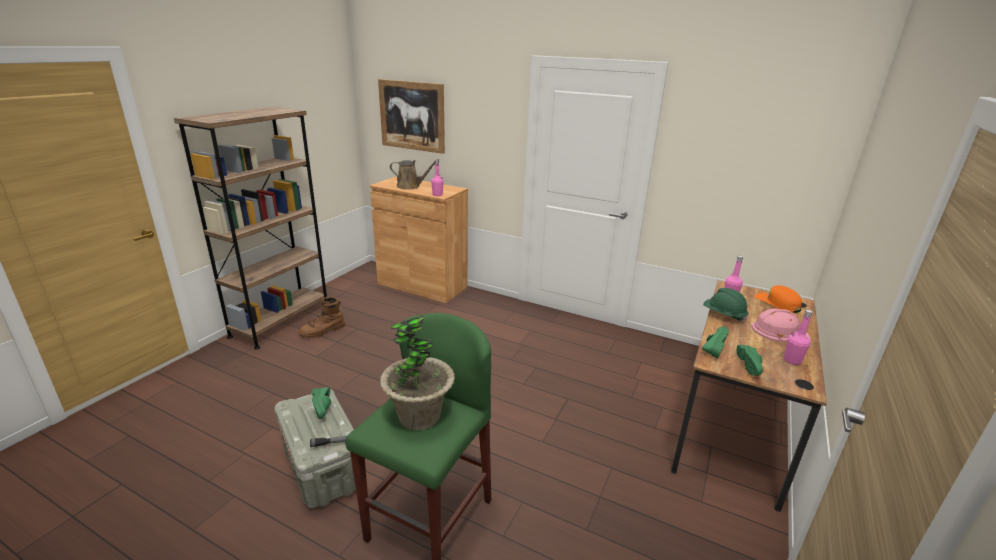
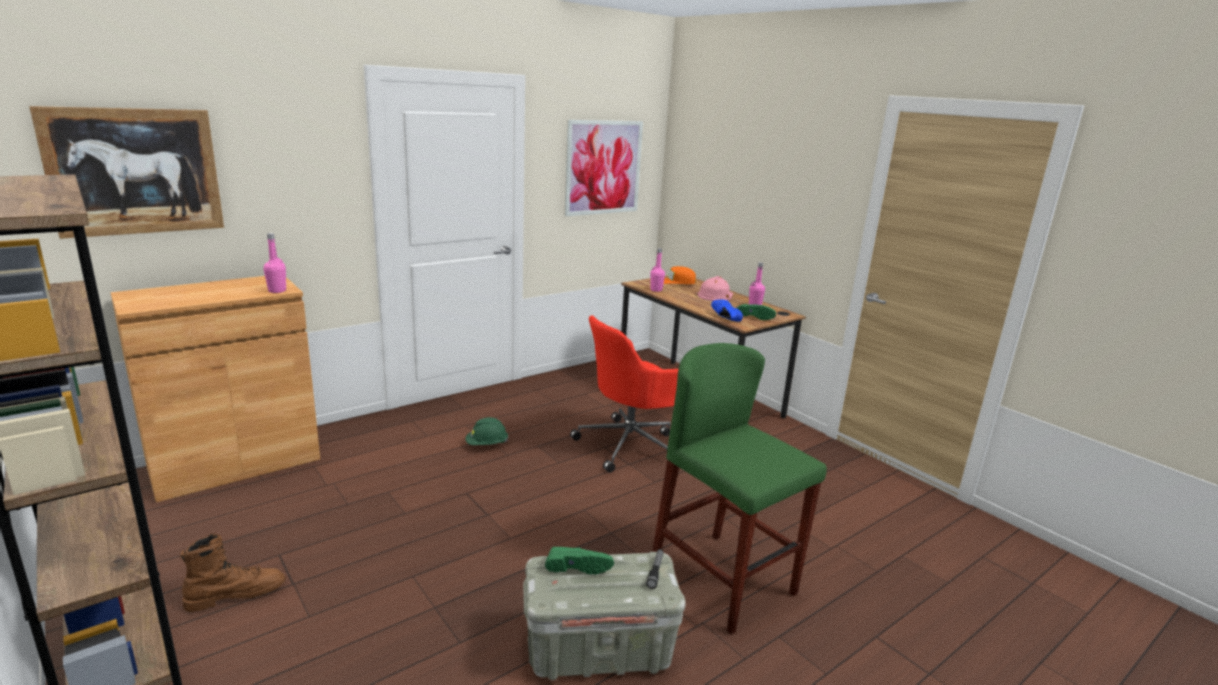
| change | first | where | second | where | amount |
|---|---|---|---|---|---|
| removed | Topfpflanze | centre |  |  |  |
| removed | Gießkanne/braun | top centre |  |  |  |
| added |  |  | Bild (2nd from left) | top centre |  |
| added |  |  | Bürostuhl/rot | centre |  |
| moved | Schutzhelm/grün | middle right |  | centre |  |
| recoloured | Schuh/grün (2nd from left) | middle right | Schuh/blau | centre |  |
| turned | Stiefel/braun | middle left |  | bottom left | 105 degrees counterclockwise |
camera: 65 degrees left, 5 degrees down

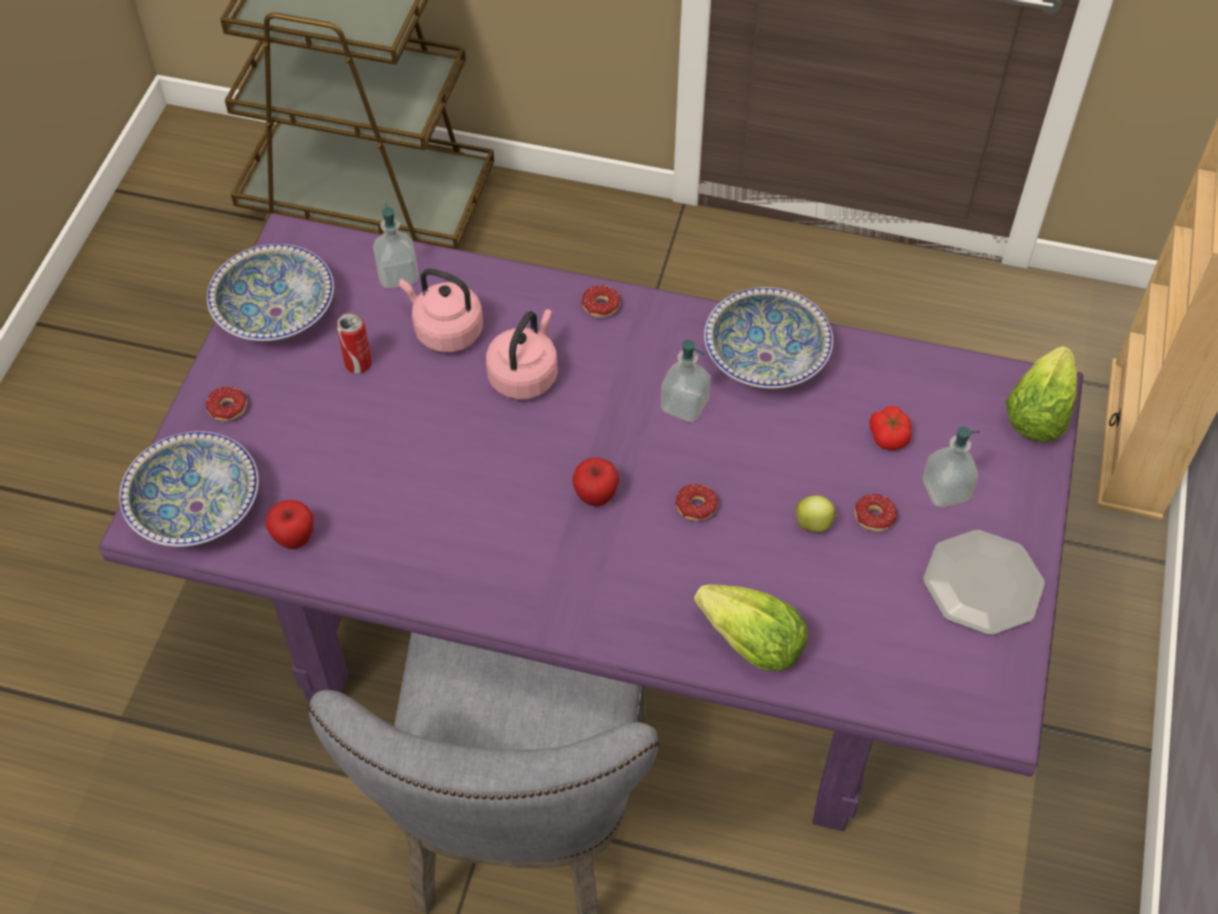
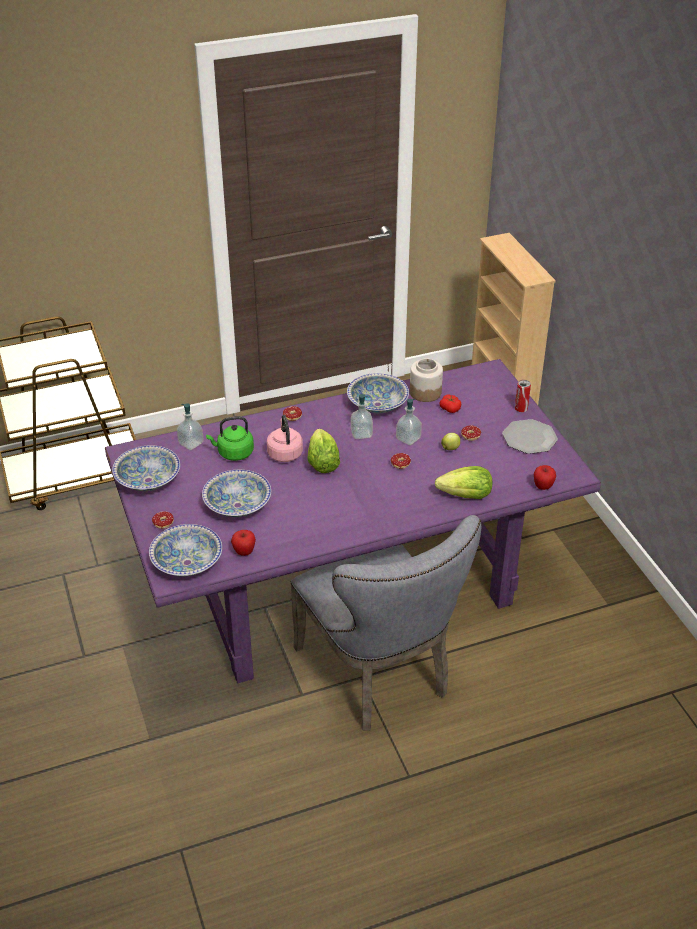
| change | first | where | second | where | amount |
|---|---|---|---|---|---|
| added |  |  | Schüssel (3rd from left) | centre |  |
| added |  |  | Vorratsglas | centre |  |
| moved | Dose | middle left |  | middle right |  |
| moved | Apfel (2nd from left in the first image) | centre | Apfel (3rd from left) | middle right |  |
| moved | Seifenspender (3rd from left) | middle right |  | centre |  |
| moved | Salatkopf (2nd from left in the first image) | middle right | Salatkopf (1st from left) | centre |  |
| recoloured | Wasserkessel/rosa (1st from left) | centre | Wasserkessel/grün | middle left |  |
camera: 35 degrees left, 15 degrees down

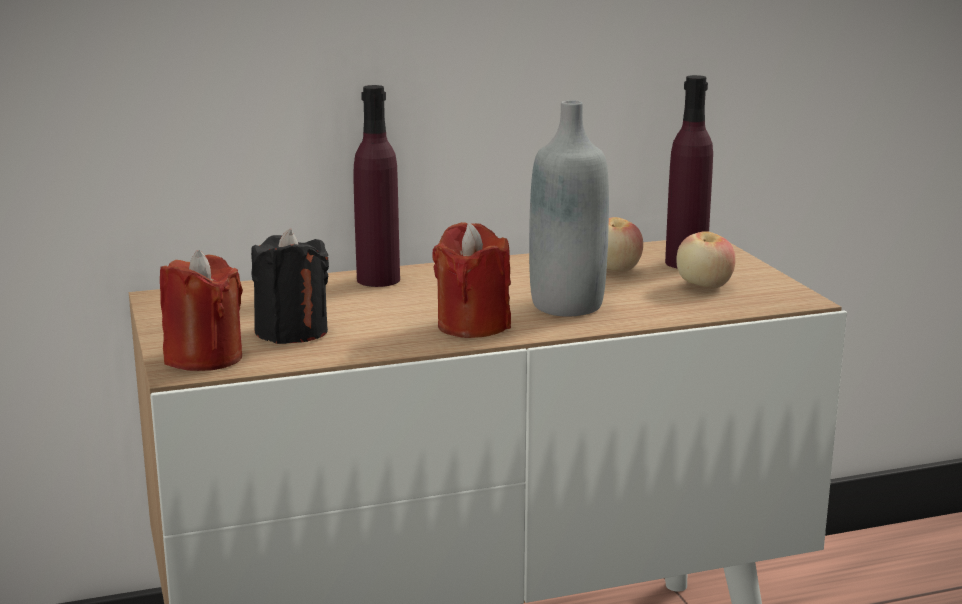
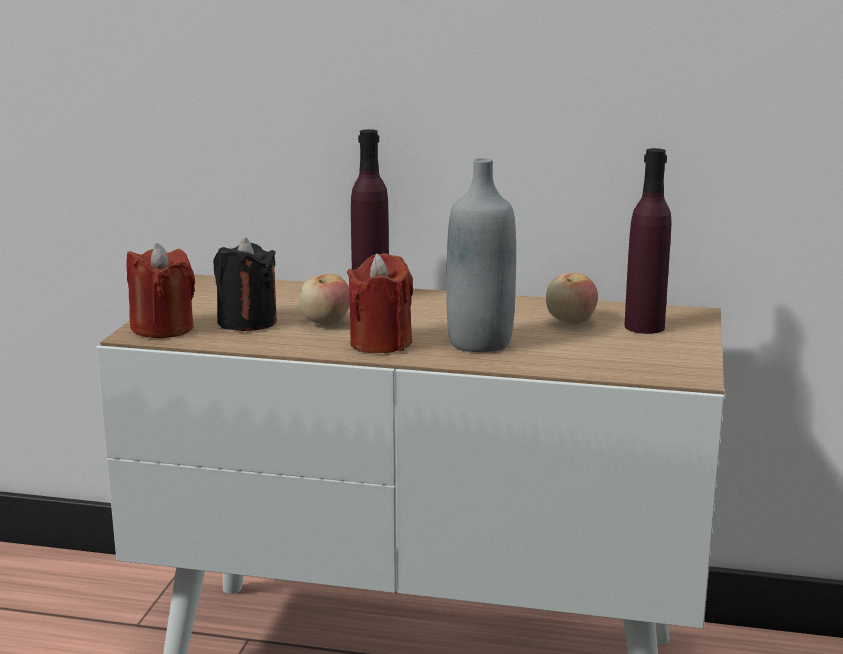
| change | first | where | second | where | amount |
|---|---|---|---|---|---|
| moved | Apfel (2nd from left in the first image) | middle right | Apfel (1st from left) | centre |  |
camera: 30 degrees right, 0 degrees up

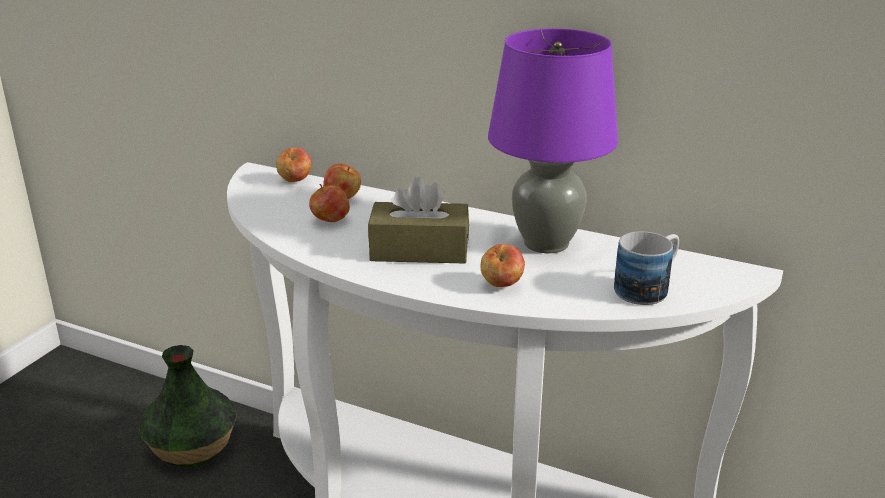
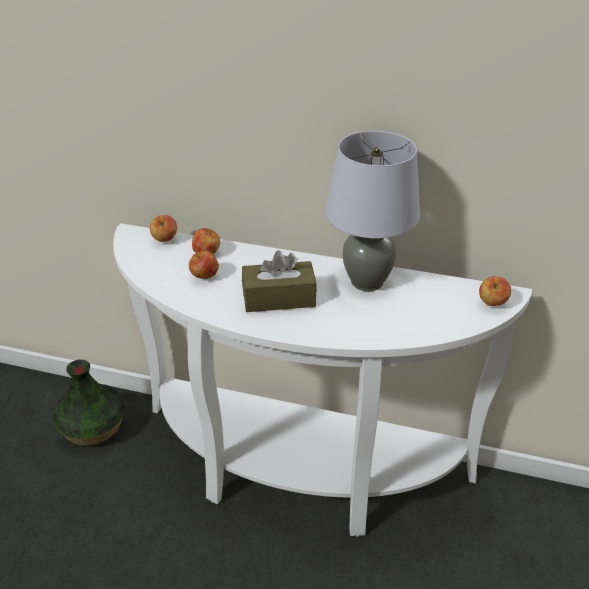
| change | first | where | second | where | amount |
|---|---|---|---|---|---|
| removed | Henkelbecher | middle right |  |  |  |
| moved | Apfel (4th from left) | centre |  | middle right |  |
| recoloured | Tischlampe/lila | top centre | Tischlampe/grau | centre |  |
camera: 10 degrees left, 10 degrees up

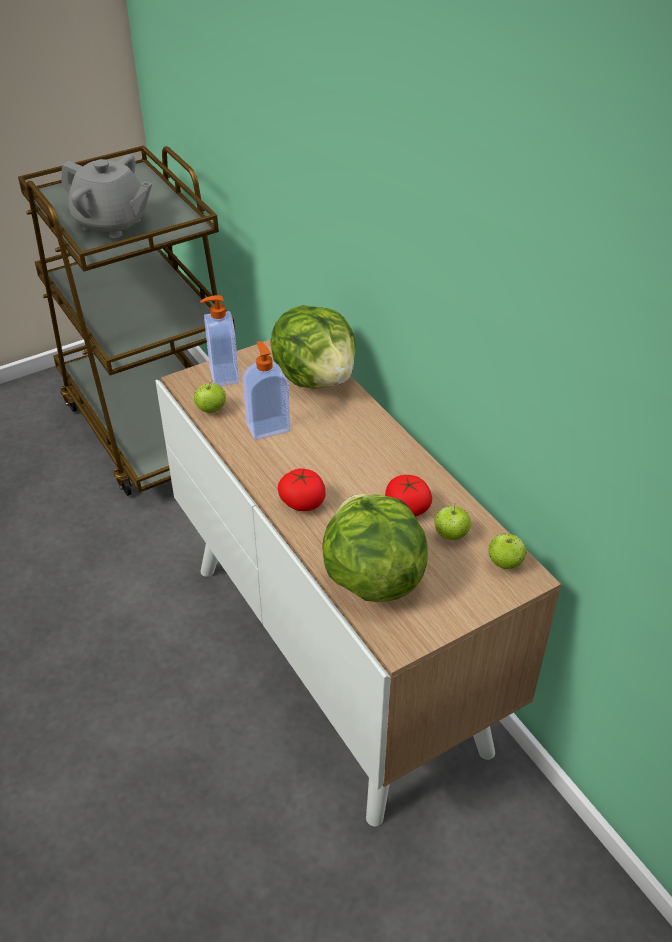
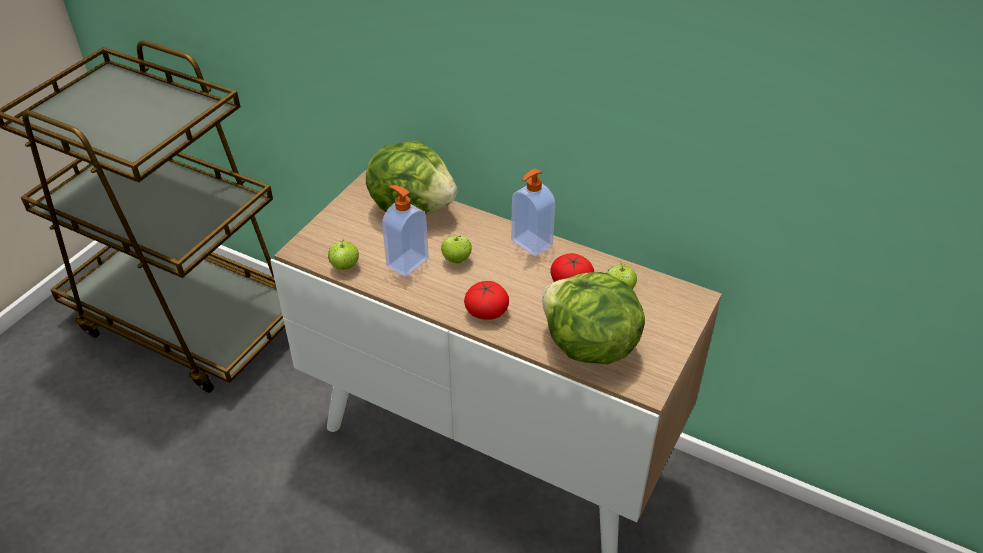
| change | first | where | second | where | amount |
|---|---|---|---|---|---|
| removed | Teekanne/grau | top left |  |  |  |
| moved | Seifenspender (1st from left in the first image) | middle left | Seifenspender (2nd from left) | centre |  |
| moved | Apfel (3rd from left in the first image) | middle right | Apfel (2nd from left) | centre |  |
camera: 30 degrees left, 0 degrees up

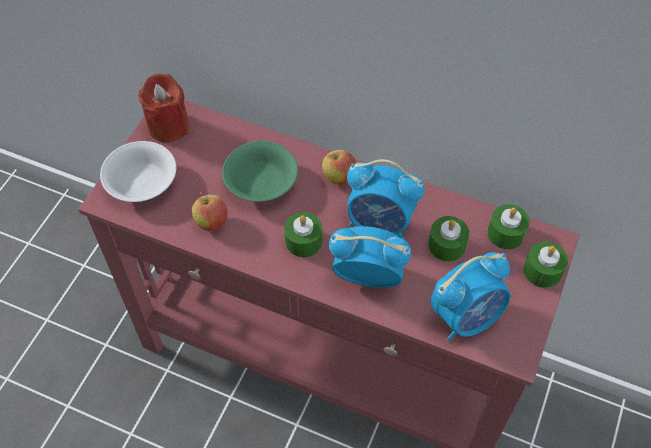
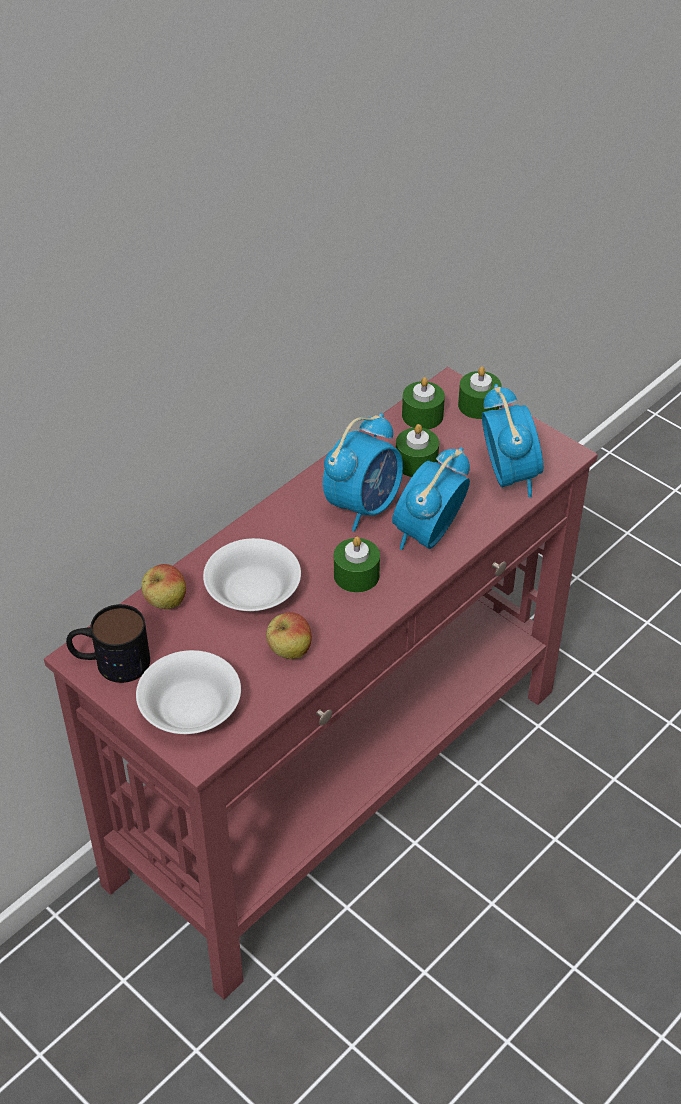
| change | first | where | second | where | amount |
|---|---|---|---|---|---|
| moved | Apfel (2nd from left in the first image) | centre | Apfel (1st from left) | middle left |  |
| replaced | Kerze/rot | top left | Henkelbecher | middle left |  |
| recoloured | Schüssel/grün | centre | Schüssel/weiß (2nd from left) | centre |  |
camera: 70 degrees left, 10 degrees down

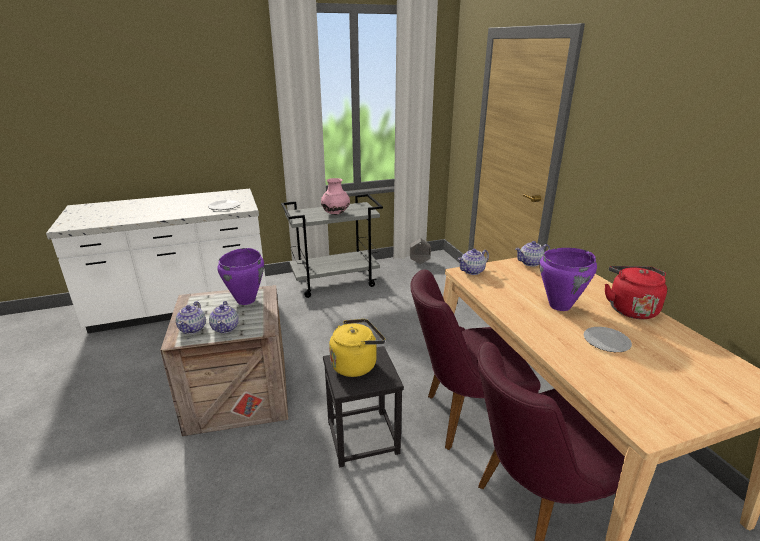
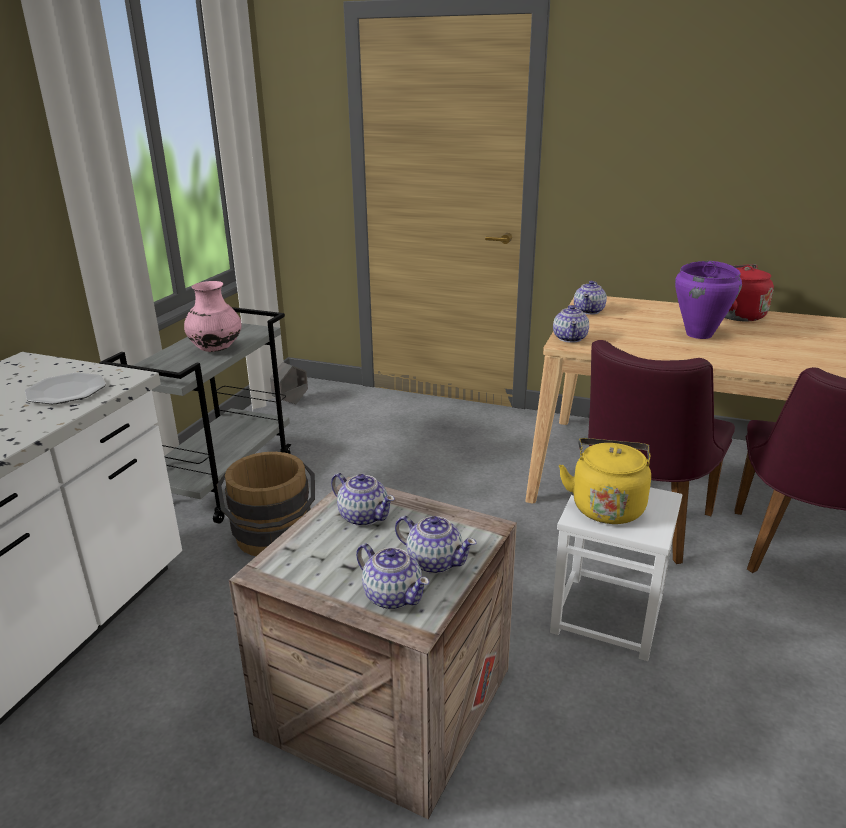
| change | first | where | second | where | amount |
|---|---|---|---|---|---|
| removed | Teller (2nd from left) | middle right |  |  |  |
| added |  |  | Eimer/braun | middle left |  |
| replaced | Kochtopf/lila (1st from left) | middle left | Teekanne (1st from left) | centre |  |
| recoloured | Hocker/schwarz | bottom centre | Hocker/weiß | bottom right |  |
camera: 50 degrees left, 0 degrees up

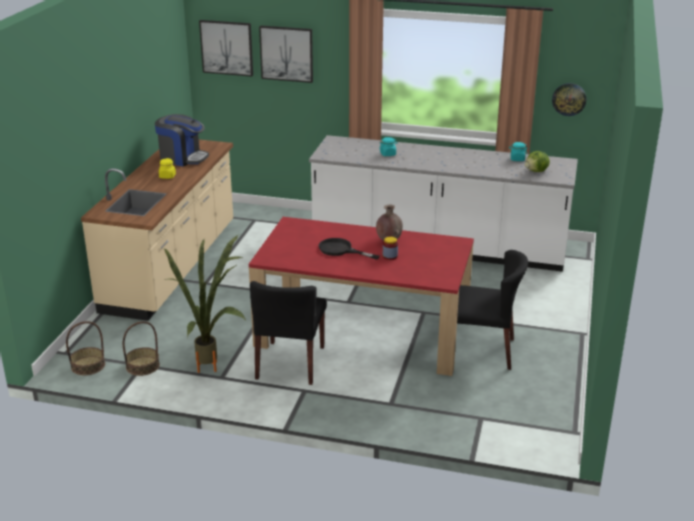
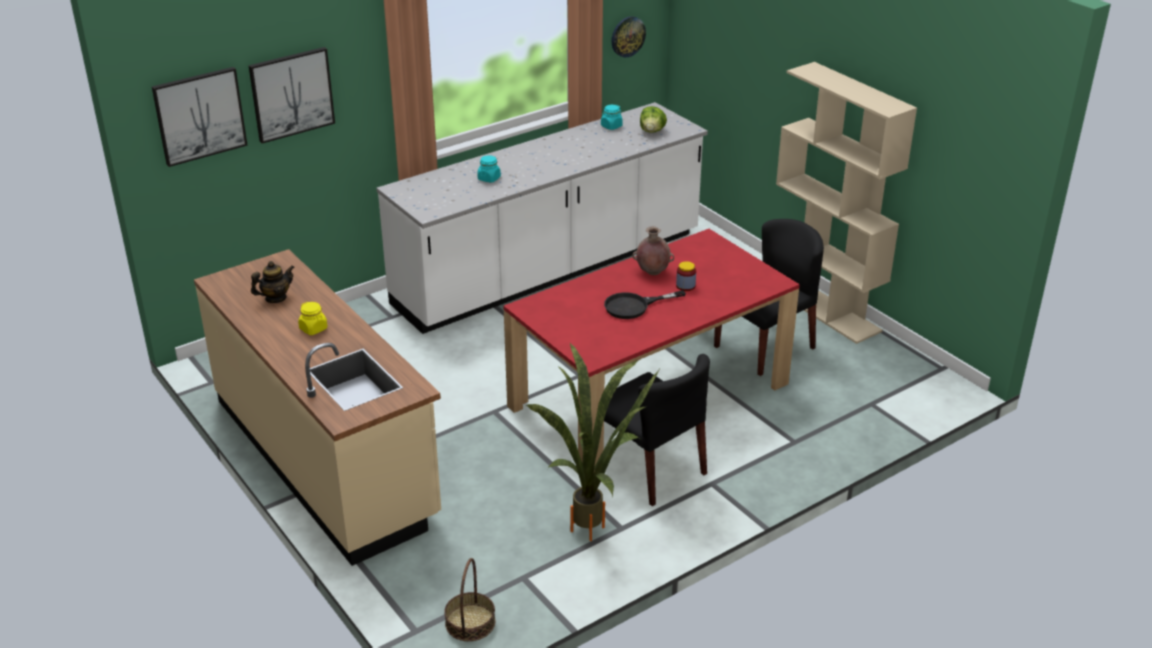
| change | first | where | second | where | amount |
|---|---|---|---|---|---|
| removed | Korb (2nd from left) | bottom left |  |  |  |
| added |  |  | Bücherregal/beige | top right |  |
| replaced | Kaffeemaschine | top left | Teekanne | middle left |  |
camera: 50 degrees left, 5 degrees up

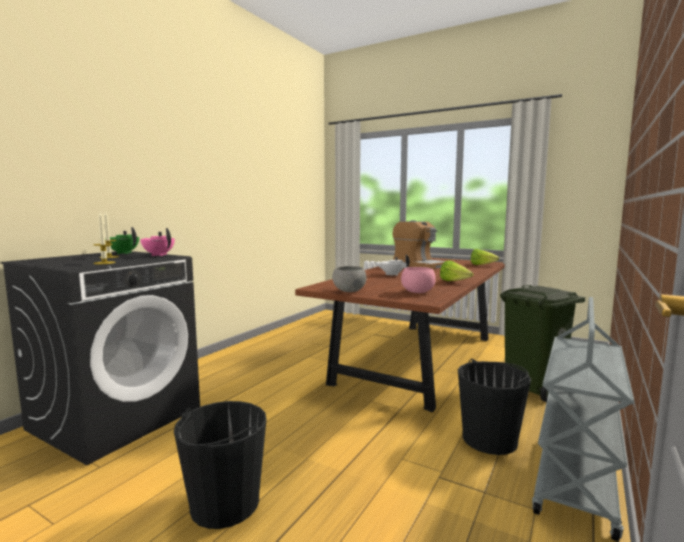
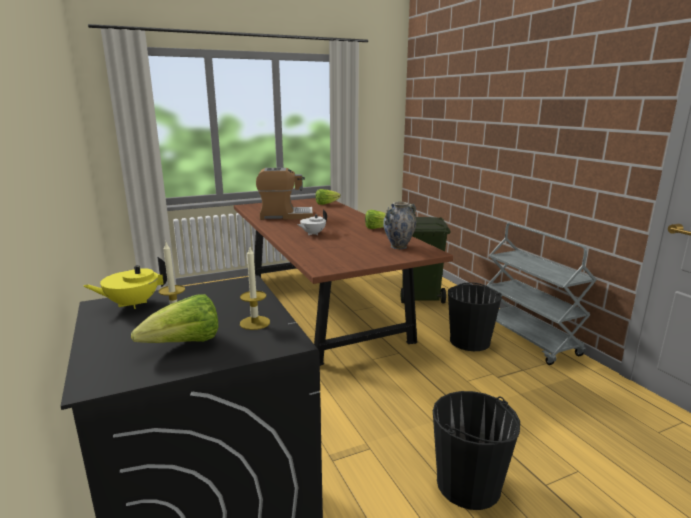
| change | first | where | second | where | amount |
|---|---|---|---|---|---|
| removed | Teekanne/rosa | middle left |  |  |  |
| removed | Schüssel/grau | centre |  |  |  |
| added |  |  | Salatkopf (1st from left) | middle left |  |
| replaced | Schüssel/rosa | centre | Vase | centre |  |
| recoloured | Teekanne/grün | middle left | Teekanne/gelb | middle left |  |
camera: 55 degrees left, 10 degrees up

